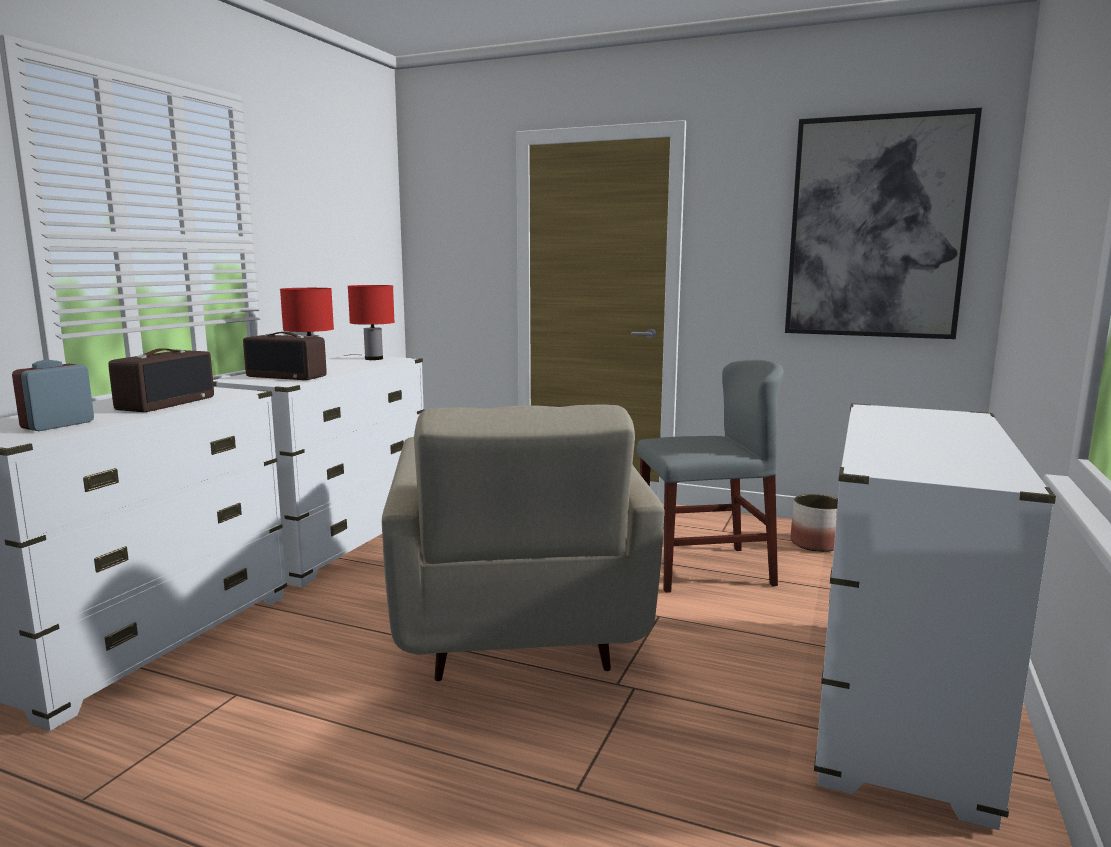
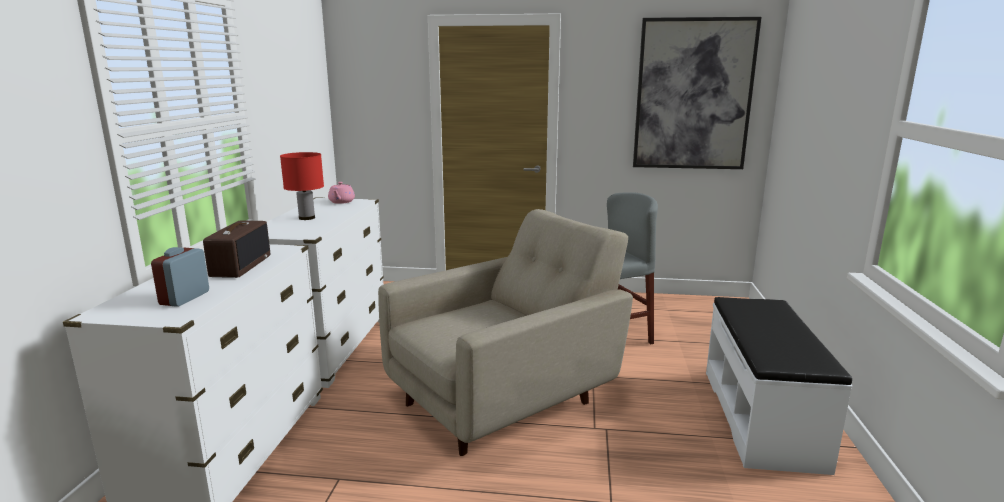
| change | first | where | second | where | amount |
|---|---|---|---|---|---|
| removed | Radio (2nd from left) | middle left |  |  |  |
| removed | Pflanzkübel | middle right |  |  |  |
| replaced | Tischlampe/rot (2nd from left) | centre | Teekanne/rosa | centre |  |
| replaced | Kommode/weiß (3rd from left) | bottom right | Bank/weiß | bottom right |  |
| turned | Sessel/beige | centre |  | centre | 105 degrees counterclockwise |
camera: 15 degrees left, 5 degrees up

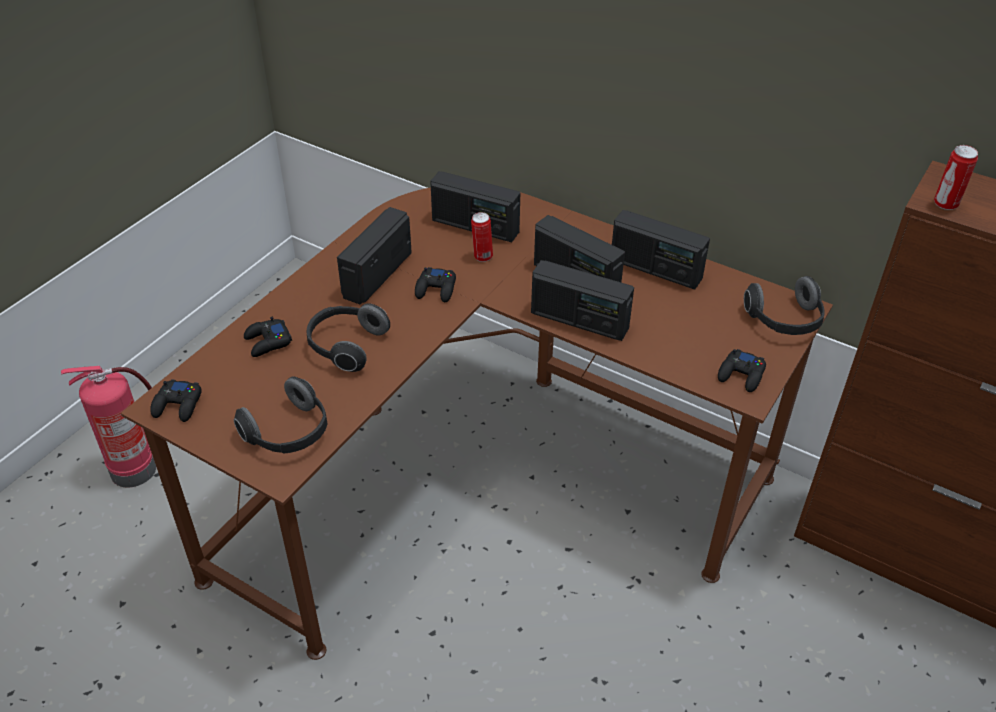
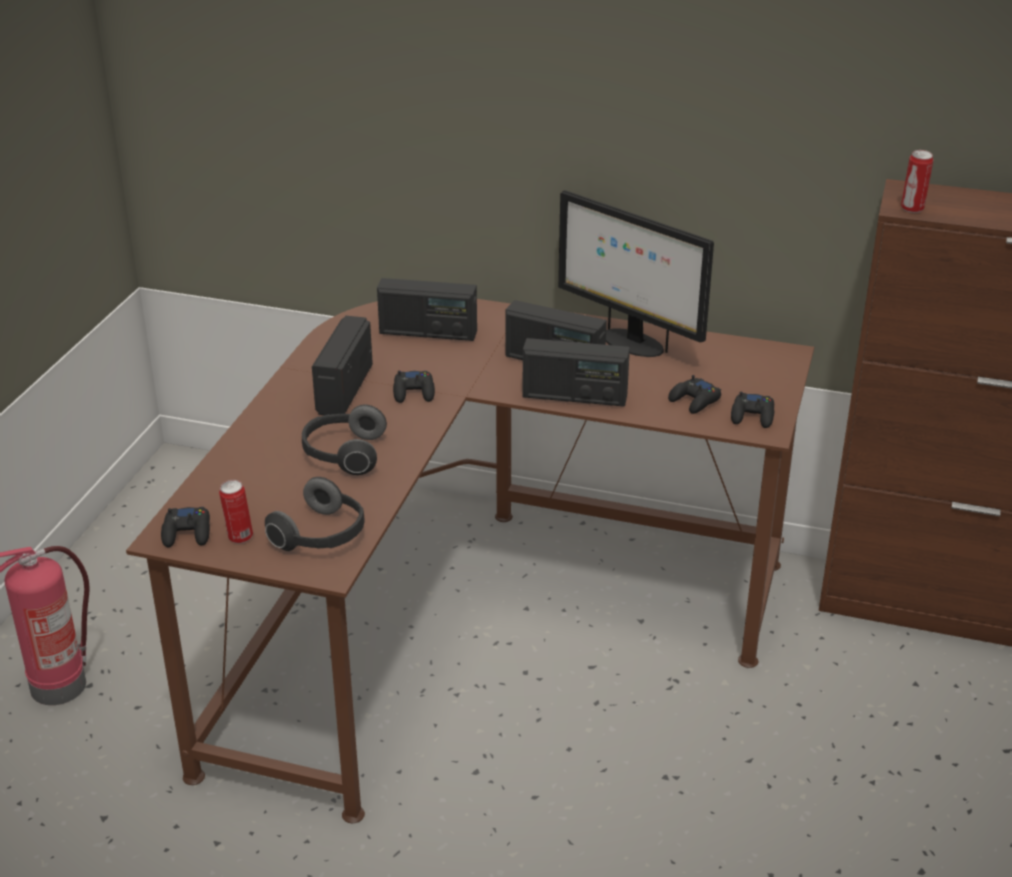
| change | first | where | second | where | amount |
|---|---|---|---|---|---|
| removed | Kopfhörer (3rd from left) | middle right |  |  |  |
| moved | Gamepad/schwarz (2nd from left in the first image) | middle left | Gamepad/schwarz (3rd from left) | middle right |  |
| moved | Dose (1st from left) | top centre |  | middle left |  |
| replaced | Radio (5th from left) | centre | Monitor | top centre |  |
camera: 15 degrees left, 10 degrees down

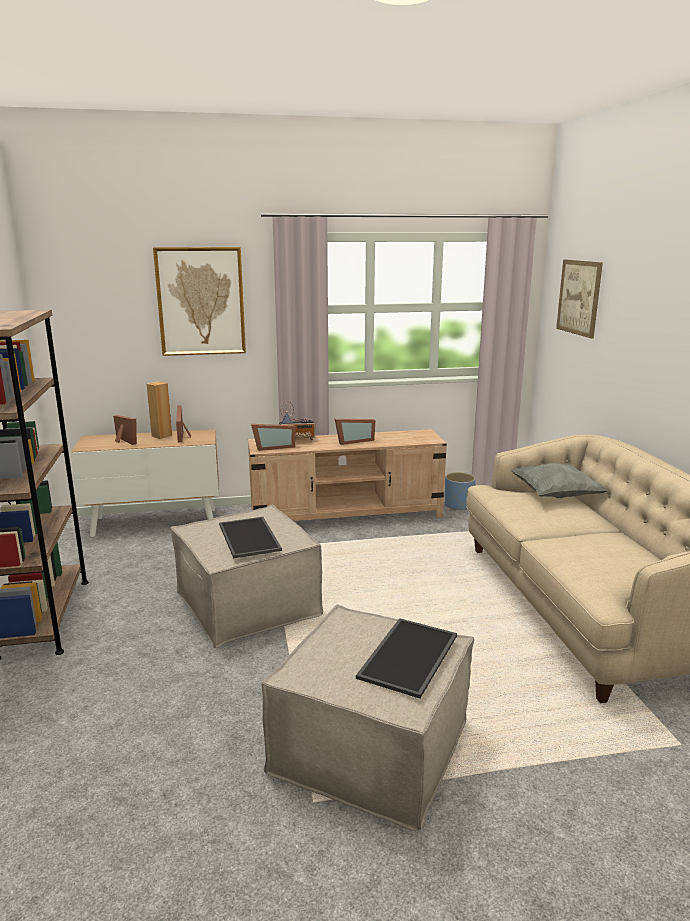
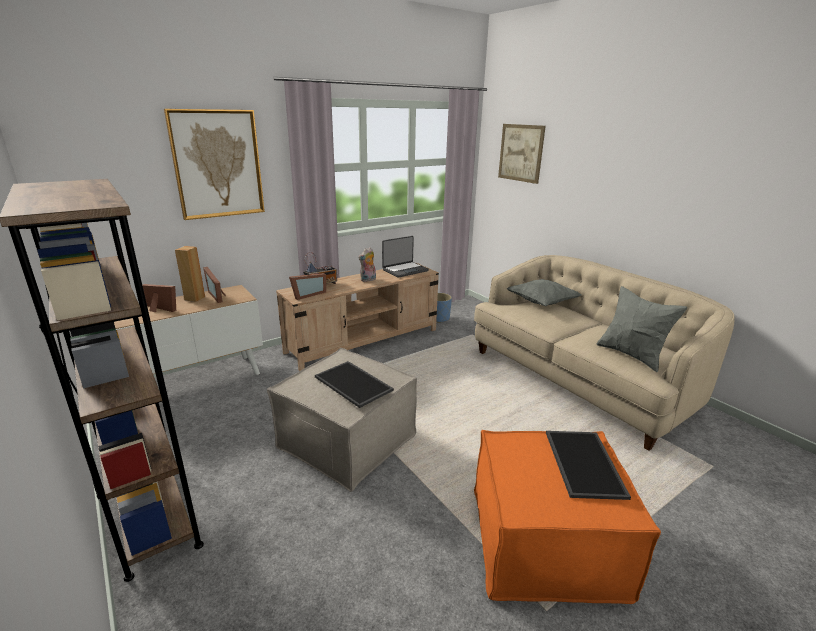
| change | first | where | second | where | amount |
|---|---|---|---|---|---|
| added |  |  | Laptop | centre |  |
| added |  |  | Kissen/grau (2nd from left) | middle right |  |
| replaced | Bilderrahmen (4th from left) | centre | Plüschtier | centre |  |
| recoloured | Polsterhocker/beige (2nd from left) | bottom centre | Polsterhocker/orange | bottom right |  |
camera: 25 degrees left, 5 degrees up

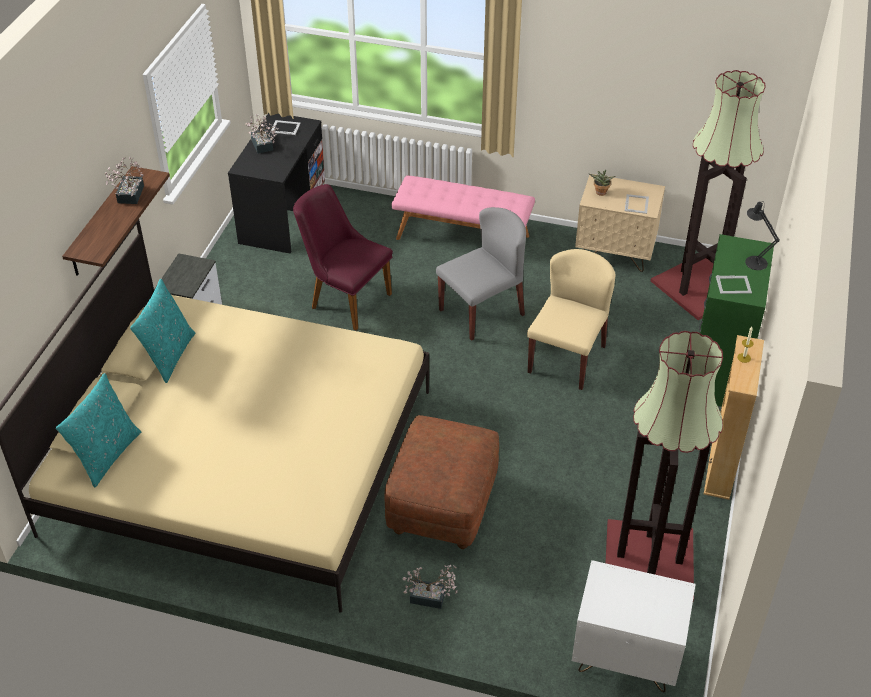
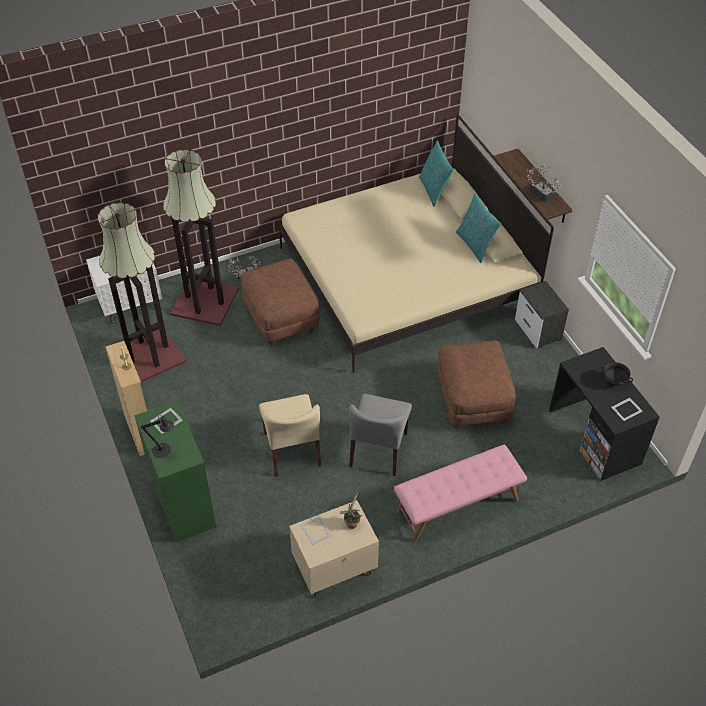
| change | first | where | second | where | amount |
|---|---|---|---|---|---|
| moved | Stehlampe (2nd from left) | top right |  | middle left |  |
| replaced | Topfpflanze (2nd from left) | top left | Schüssel/schwarz | middle right |  |
| replaced | Stuhl/lila | centre | Polsterhocker/braun (2nd from left) | middle right |  |
camera: 140 degrees right, 5 degrees up

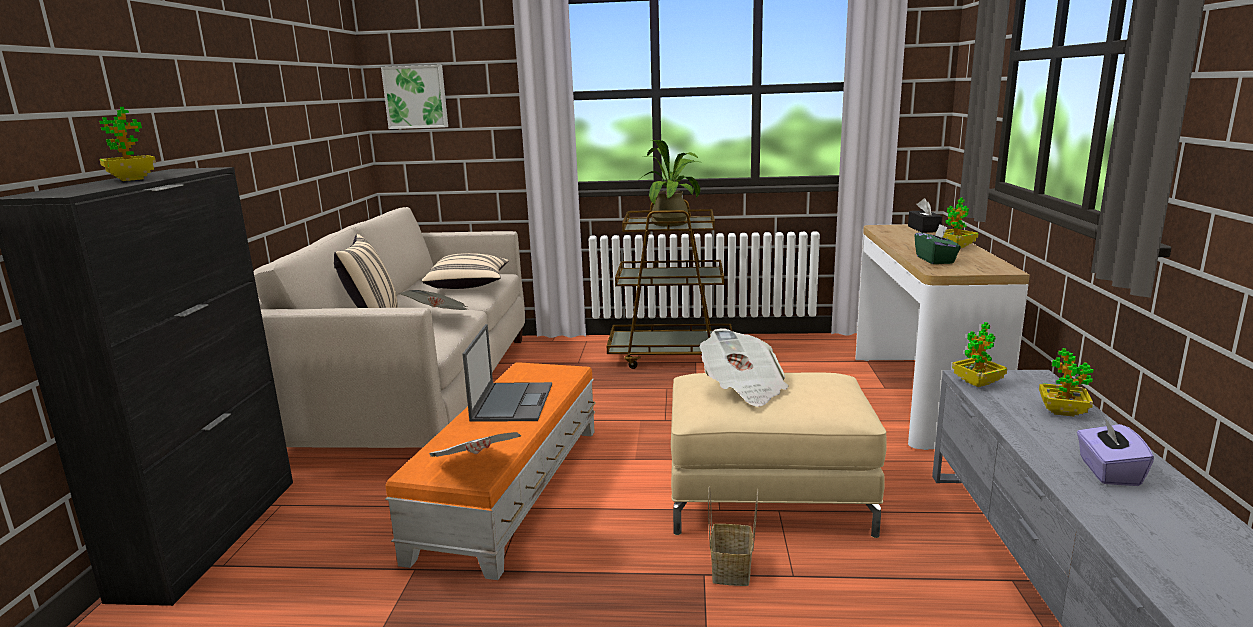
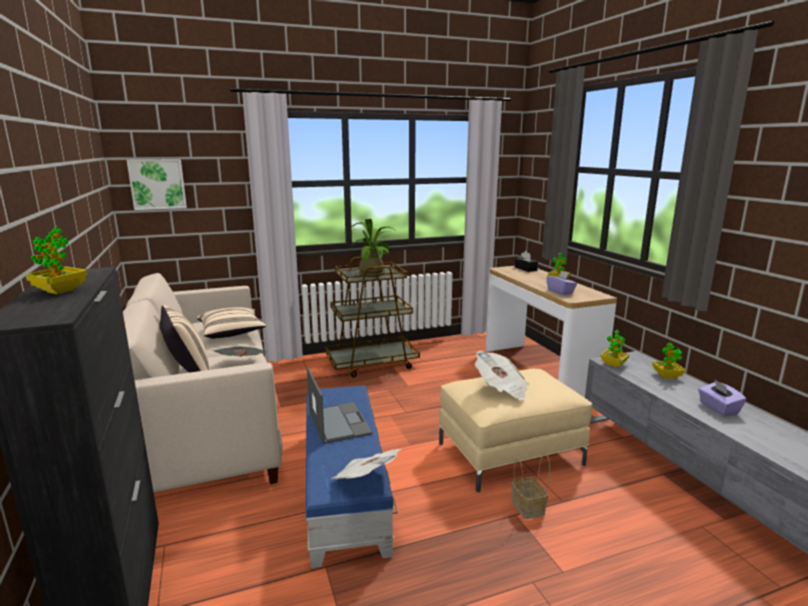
| change | first | where | second | where | amount |
|---|---|---|---|---|---|
| recoloured | Polsterhocker/orange | bottom centre | Polsterhocker/blau | bottom centre |  |
| recoloured | Taschentuchbox/grün | middle right | Taschentuchbox/lila (1st from left) | middle right |  |
camera: 25 degrees left, 0 degrees up

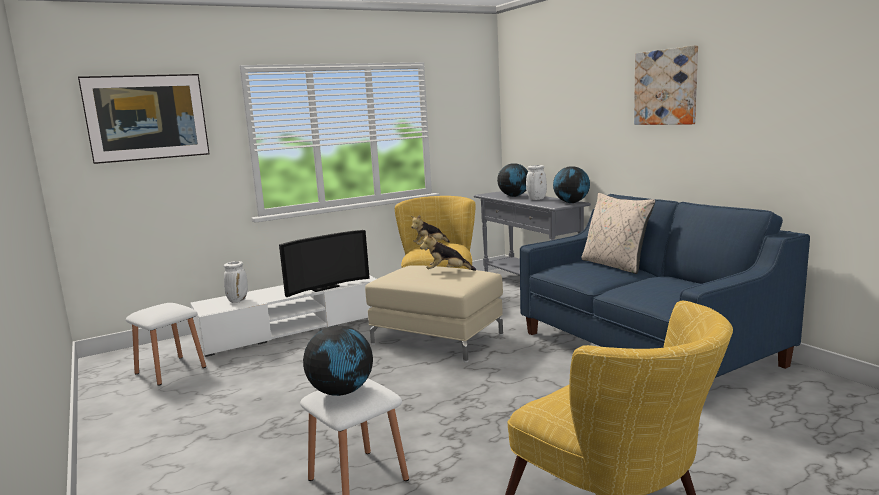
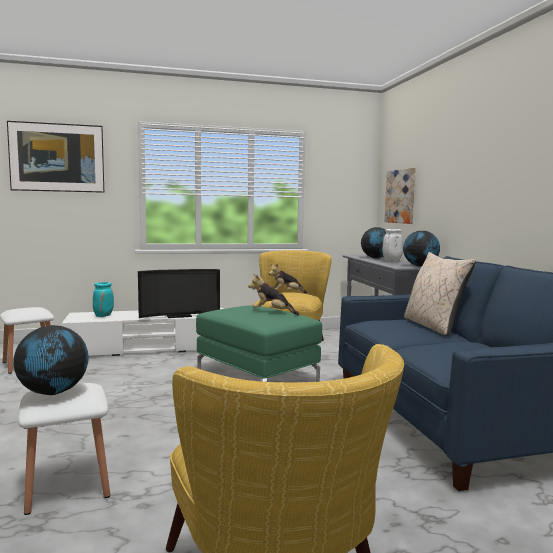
| change | first | where | second | where | amount |
|---|---|---|---|---|---|
| moved | Bild (2nd from left) | top right |  | middle right |  |
| recoloured | Vase/weiß (1st from left) | middle left | Vase/türkis | middle left |  |
| recoloured | Polsterhocker/beige | centre | Polsterhocker/grün | centre |  |
camera: 15 degrees right, 5 degrees down

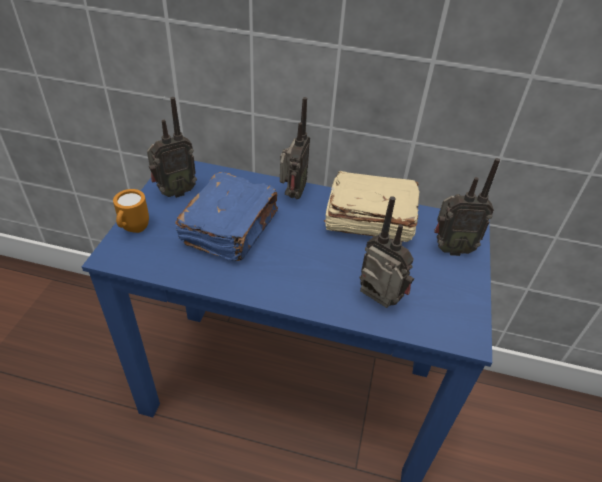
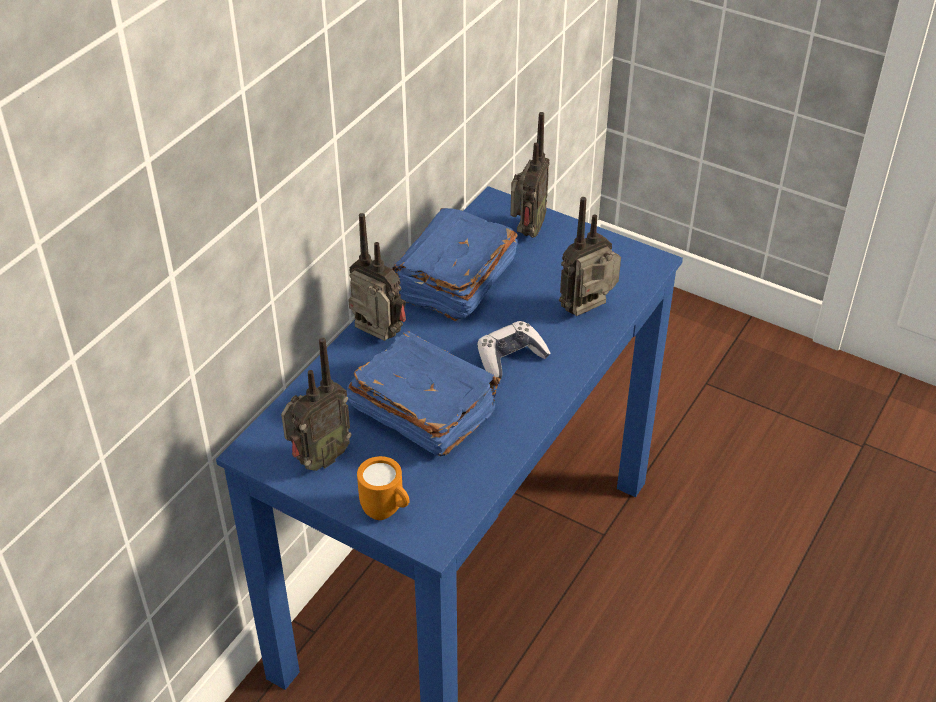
| change | first | where | second | where | amount |
|---|---|---|---|---|---|
| added |  |  | Gamepad | centre |  |
| recoloured | Buch/beige | centre | Buch/blau (2nd from left) | centre |  |
| turned | Radio (1st from left) | top left |  | centre | 60 degrees clockwise |
camera: 70 degrees left, 0 degrees up

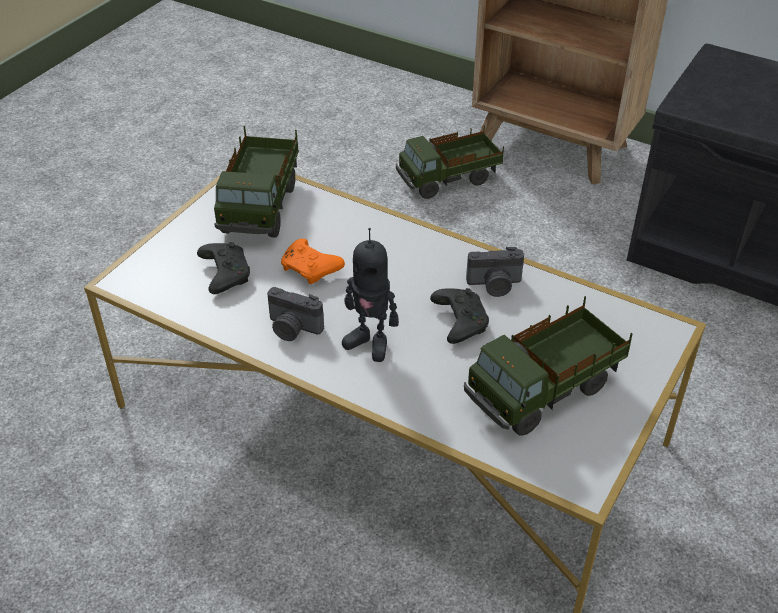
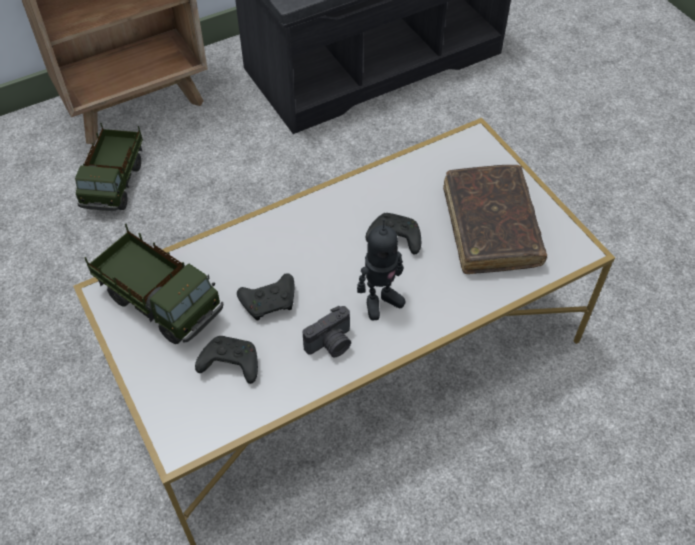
| change | first | where | second | where | amount |
|---|---|---|---|---|---|
| removed | Kamera (2nd from left) | centre |  |  |  |
| replaced | Spielzeuglaster (3rd from left) | middle right | Buch/braun | middle right |  |
| recoloured | Gamepad/orange | centre | Gamepad/schwarz (2nd from left) | centre |  |
camera: 60 degrees left, 10 degrees up

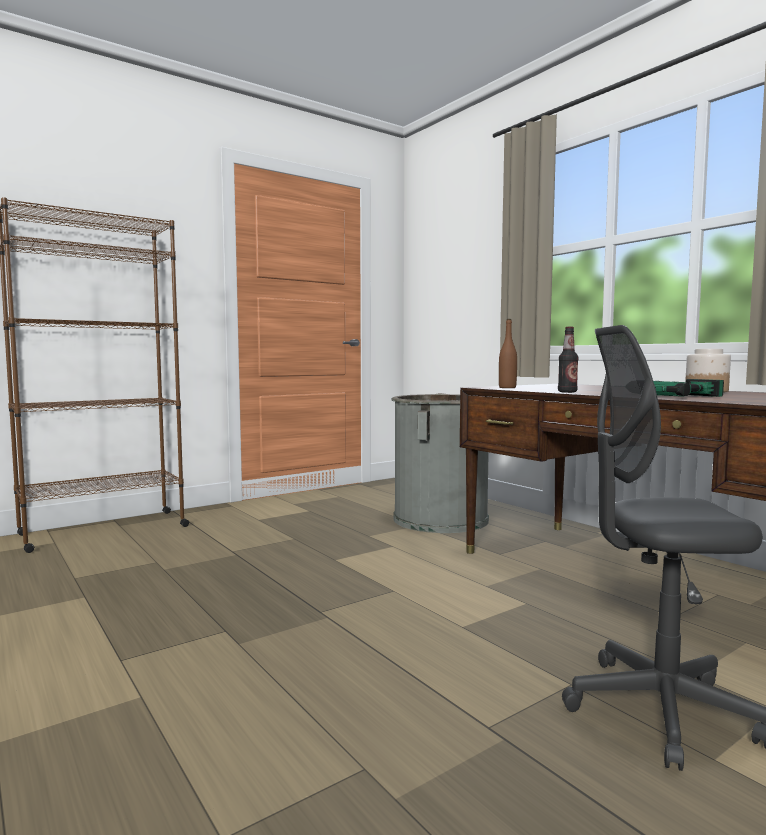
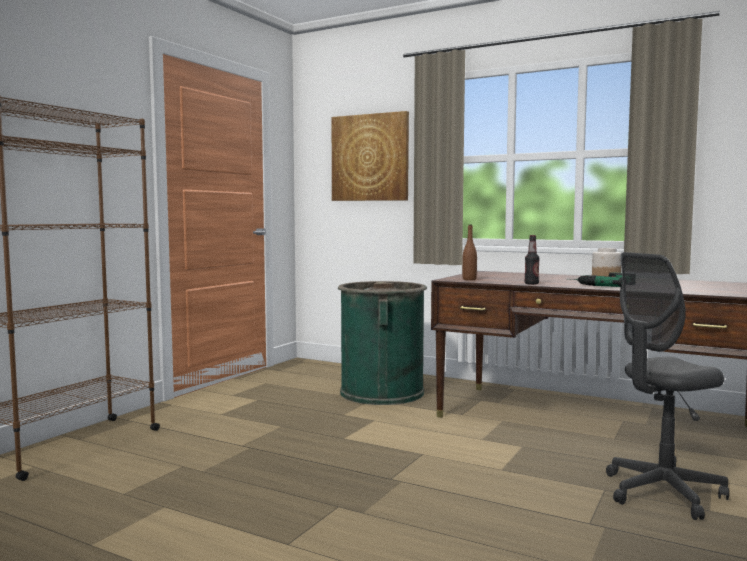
| change | first | where | second | where | amount |
|---|---|---|---|---|---|
| added |  |  | Bild | top centre |  |
| recoloured | Mülleimer/grau | centre | Mülleimer/grün | centre |  |
camera: 25 degrees left, 0 degrees up

